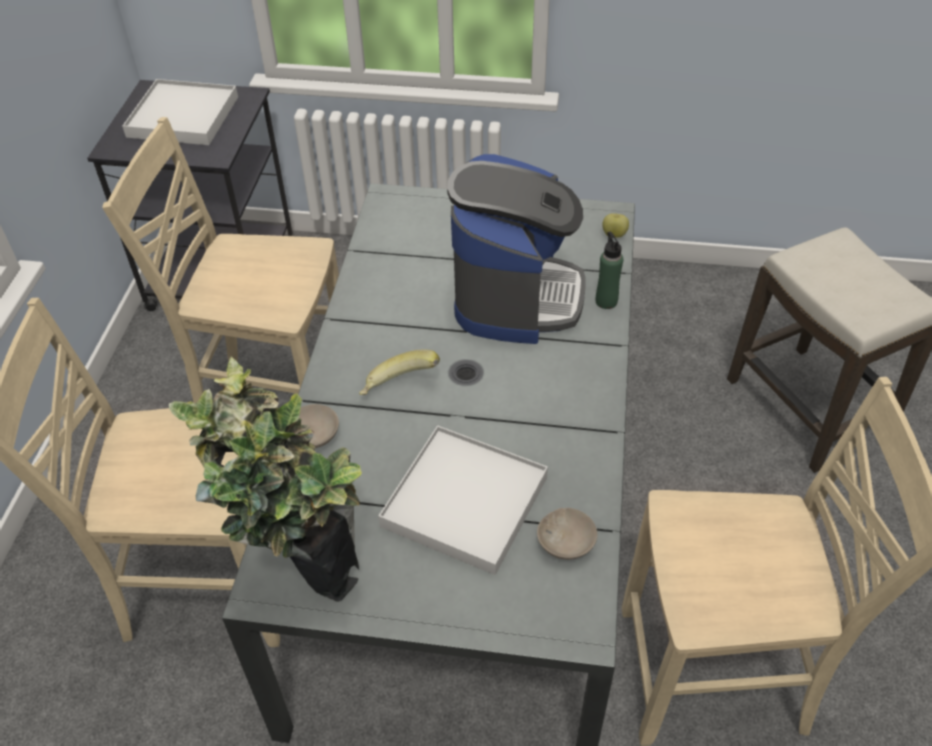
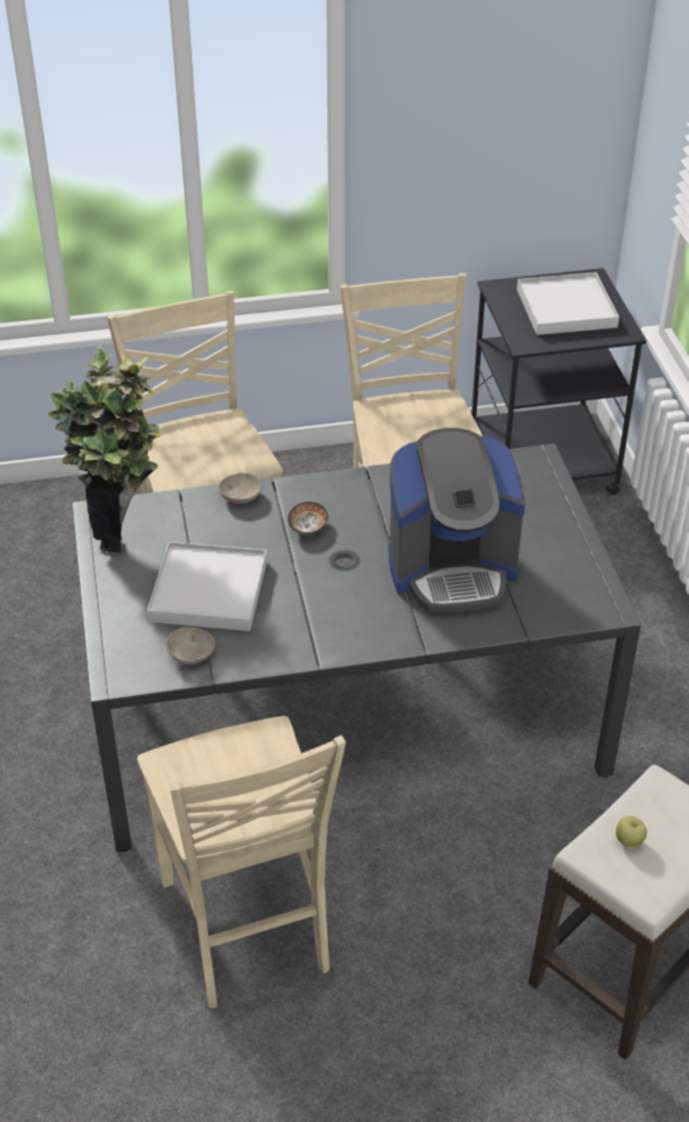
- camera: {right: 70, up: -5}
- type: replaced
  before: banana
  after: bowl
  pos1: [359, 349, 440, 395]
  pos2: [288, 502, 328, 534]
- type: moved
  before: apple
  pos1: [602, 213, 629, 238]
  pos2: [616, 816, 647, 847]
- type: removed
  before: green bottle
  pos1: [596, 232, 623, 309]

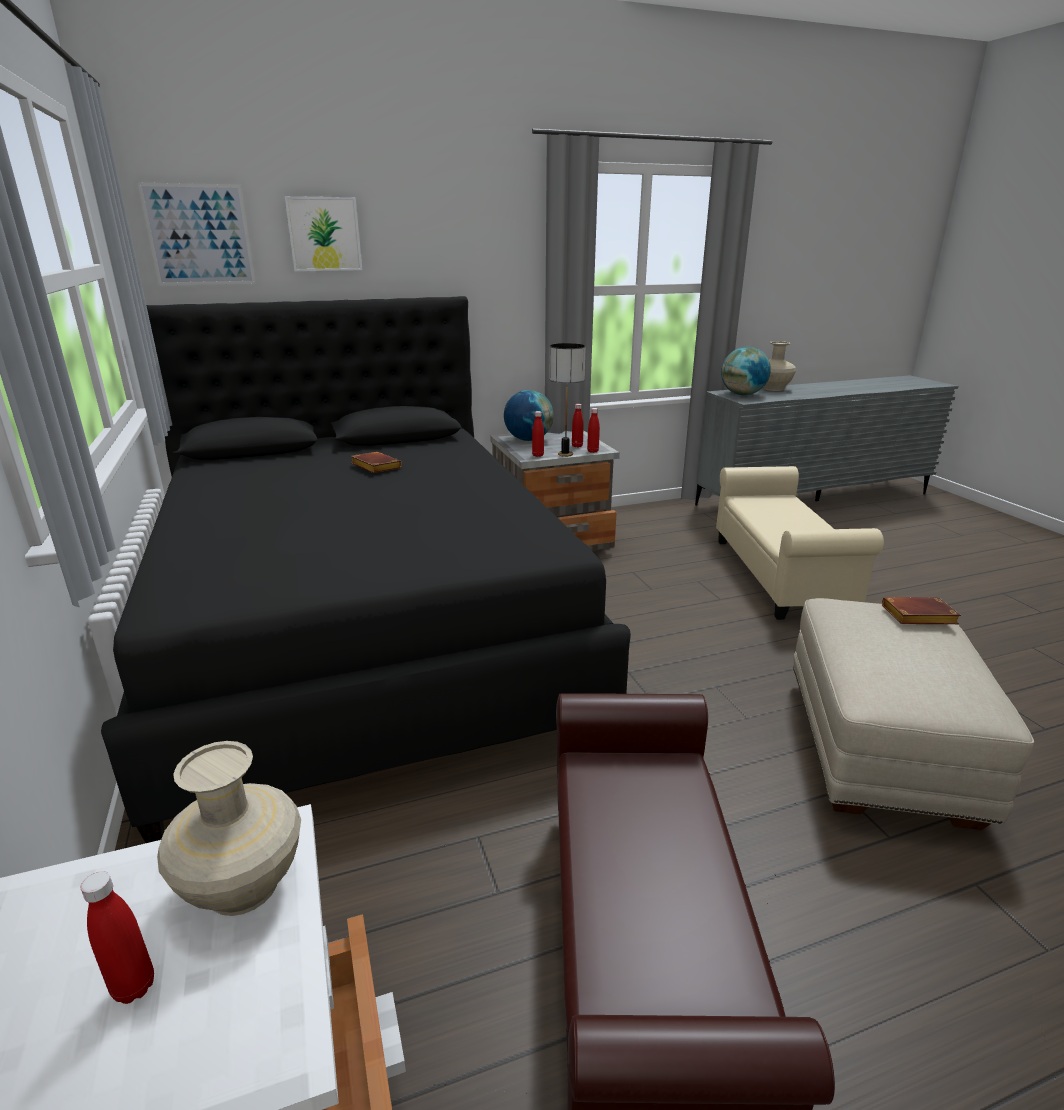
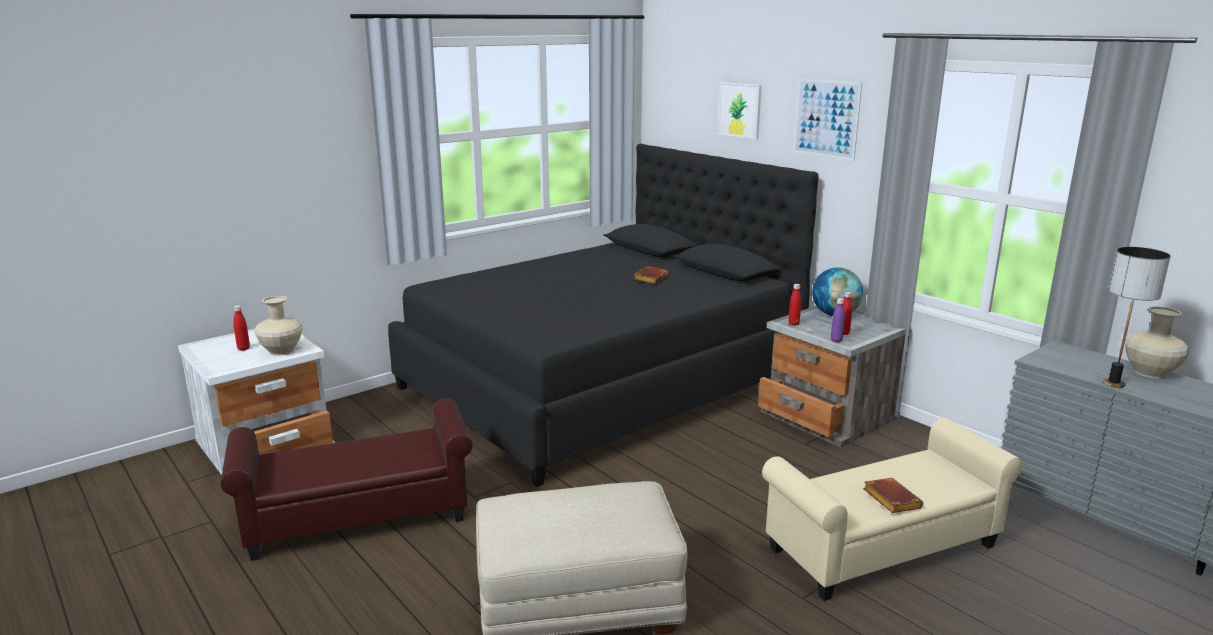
- camera: {right: 70, up: -5}
- type: moved
  before: picture
  pos1: [138, 183, 256, 286]
  pos2: [794, 79, 862, 161]
- type: recoloured
  before: red bottle
  after: purple bottle
  pos1: [587, 408, 600, 453]
  pos2: [831, 298, 845, 342]
- type: moved
  before: brown book
  pos1: [882, 597, 961, 624]
  pos2: [863, 478, 923, 513]
- type: moved
  before: table lamp
  pos1: [549, 343, 586, 457]
  pos2: [1103, 247, 1171, 388]
- type: removed
  before: globe
  pos1: [721, 347, 771, 395]

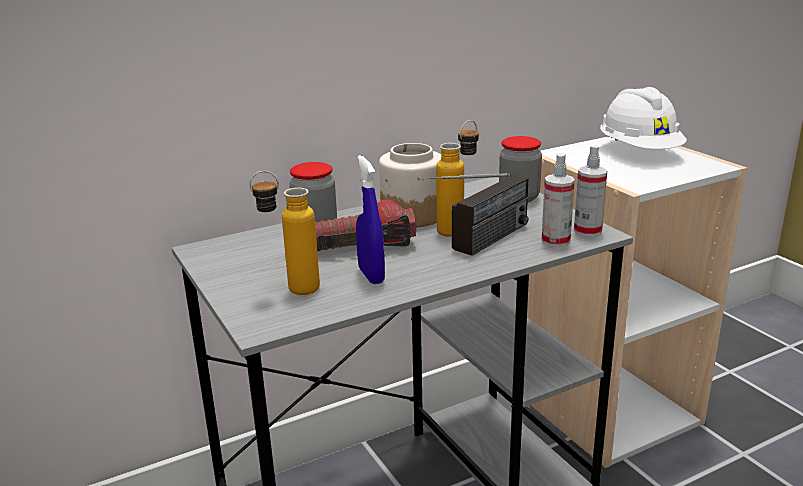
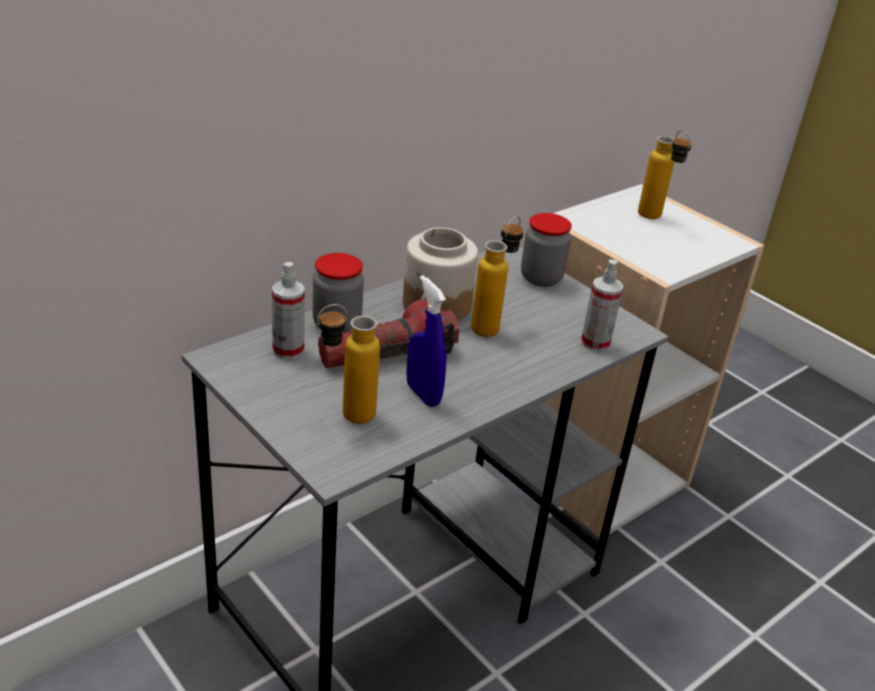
- camera: {right: -15, up: 10}
- type: moved
  before: spray bottle
  pos1: [574, 145, 607, 237]
  pos2: [272, 262, 305, 359]
- type: replaced
  before: white hard hat
  after: bottle
  pos1: [600, 87, 687, 149]
  pos2: [638, 130, 692, 219]
- type: removed
  before: radio
  pos1: [417, 173, 529, 256]

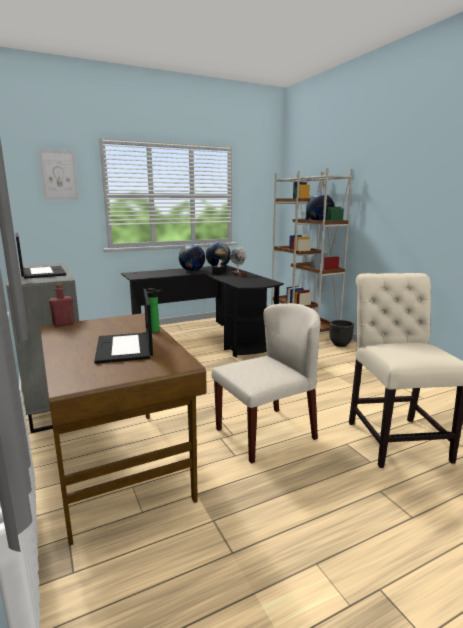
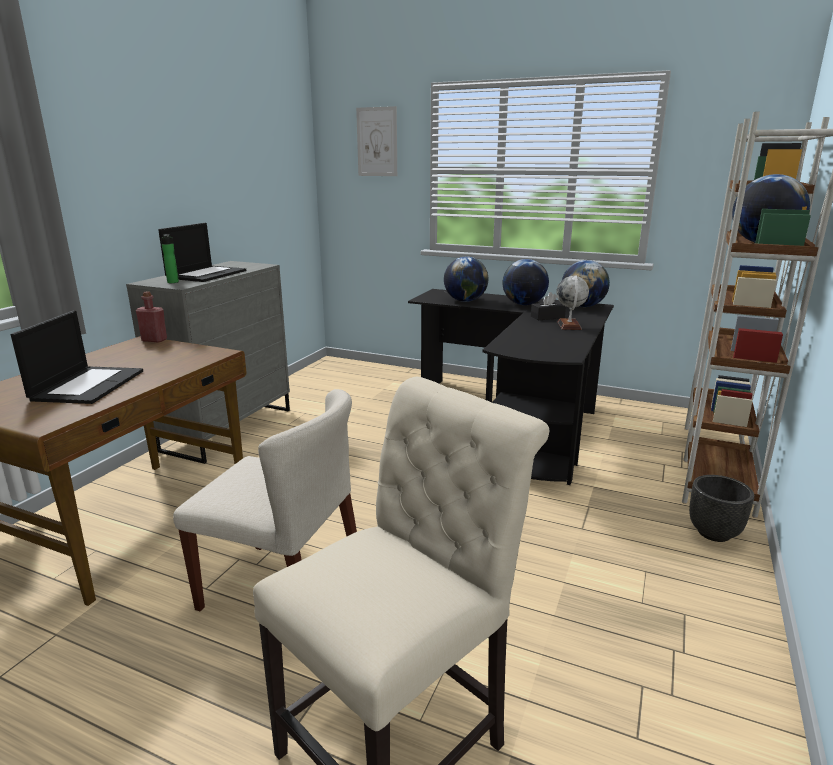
- camera: {right: 50, up: 5}
- type: turned
  before: laptop
  pos1: [94, 289, 153, 364]
  pos2: [11, 310, 143, 404]
  turn: 150
- type: moved
  before: bottle
  pos1: [147, 288, 162, 332]
  pos2: [161, 234, 179, 283]
- type: added
  after: globe
  pos2: [444, 257, 488, 302]

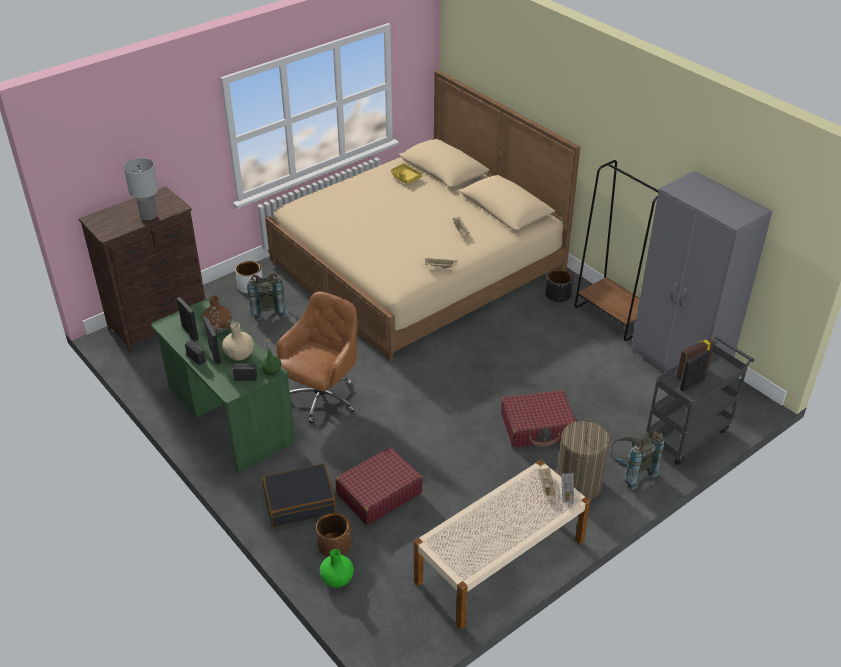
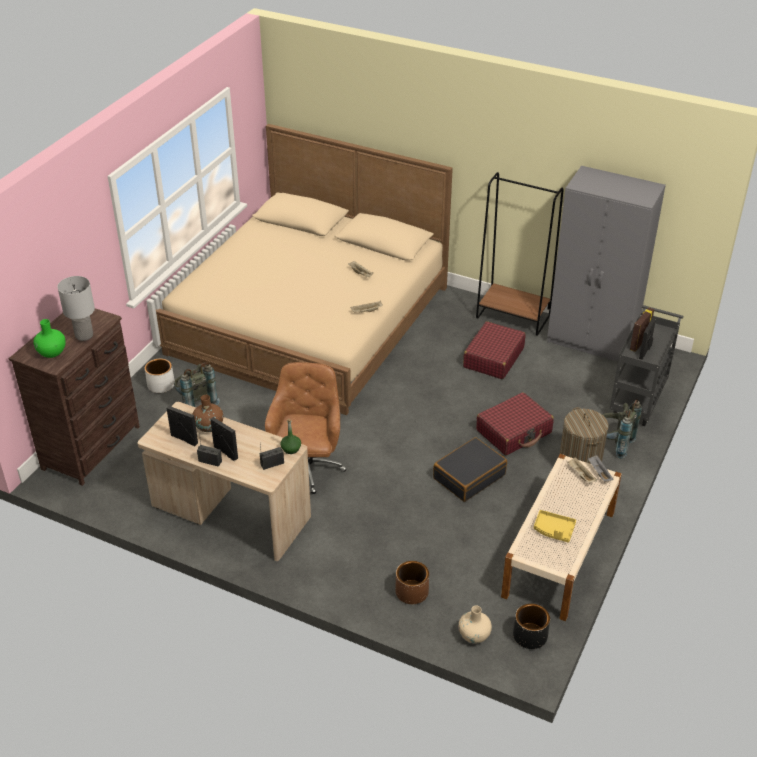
- camera: {right: -25, up: 0}
- type: moved
  before: green vase
  pos1: [320, 549, 354, 588]
  pos2: [33, 319, 66, 358]
- type: recoloured
  before: green desk
  after: beige desk
  pos1: [151, 298, 295, 473]
  pos2: [138, 402, 311, 561]
- type: moved
  before: black suitcase
  pos1: [262, 464, 336, 527]
  pos2: [433, 437, 507, 502]
- type: moved
  before: beige vase
  pos1: [222, 323, 254, 361]
  pos2: [458, 605, 492, 644]
- type: moved
  before: red suitcase
  pos1: [336, 447, 423, 525]
  pos2: [463, 321, 526, 379]
- type: moved
  before: black planter
  pos1: [545, 269, 573, 302]
  pos2: [513, 603, 550, 649]
- type: moved
  before: yellow tray
  pos1: [391, 163, 422, 184]
  pos2: [534, 510, 576, 542]

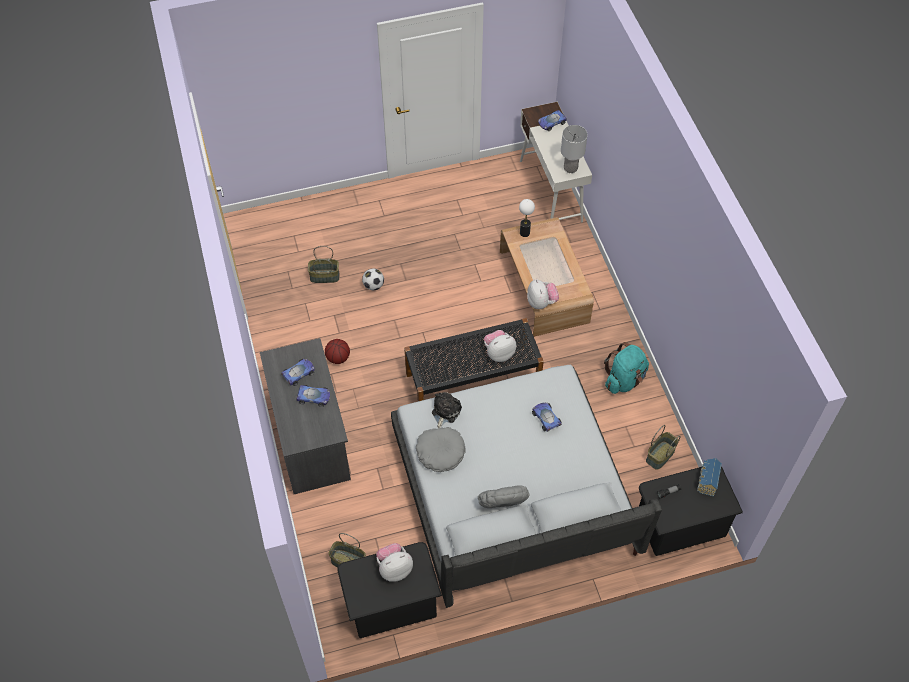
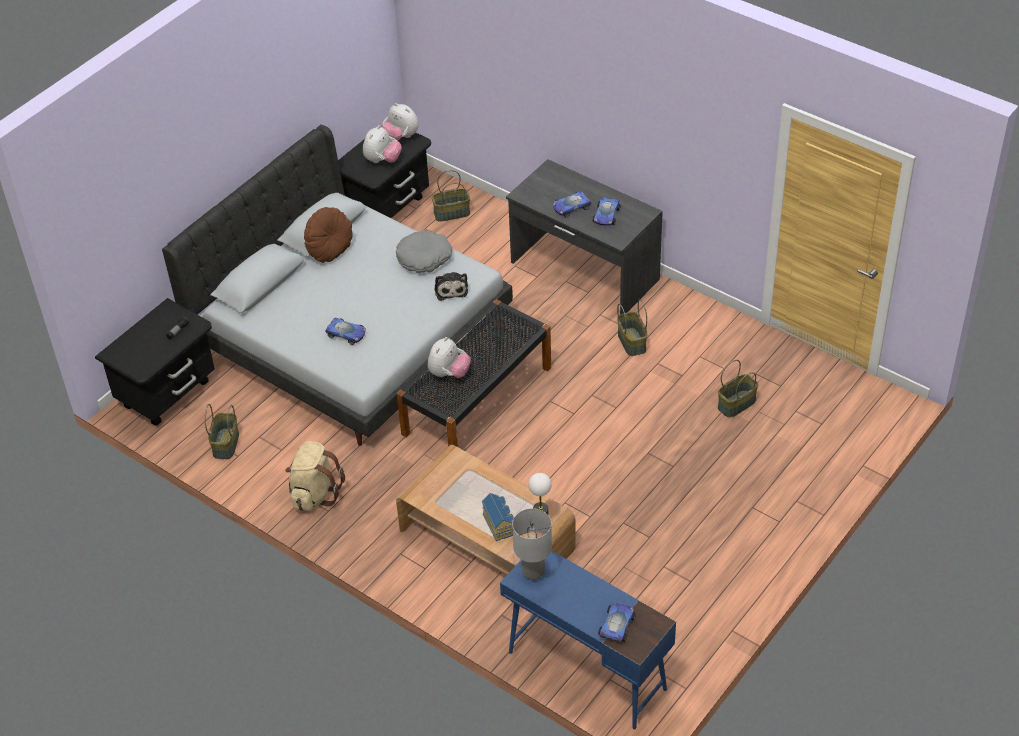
- camera: {right: 145, up: -10}
- type: recoloured
  before: turquoise backpack
  after: beige backpack
  pos1: [604, 342, 649, 394]
  pos2: [285, 441, 345, 511]
- type: recoloured
  before: grey pillow
  after: brown pillow
  pos1: [478, 485, 530, 508]
  pos2: [304, 207, 352, 263]
- type: moved
  before: plush toy
  pos1: [527, 279, 559, 309]
  pos2: [381, 103, 419, 141]
- type: moved
  before: toy house
  pos1: [697, 458, 722, 497]
  pos2: [482, 493, 514, 541]
- type: recoloured
  before: white desk
  after: blue desk
  pos1: [520, 102, 592, 222]
  pos2: [500, 550, 676, 729]
- type: replaced
  before: basketball
  after: basket
  pos1: [325, 339, 350, 364]
  pos2: [617, 299, 647, 356]
- type: removed
  before: football
  pos1: [362, 268, 384, 291]

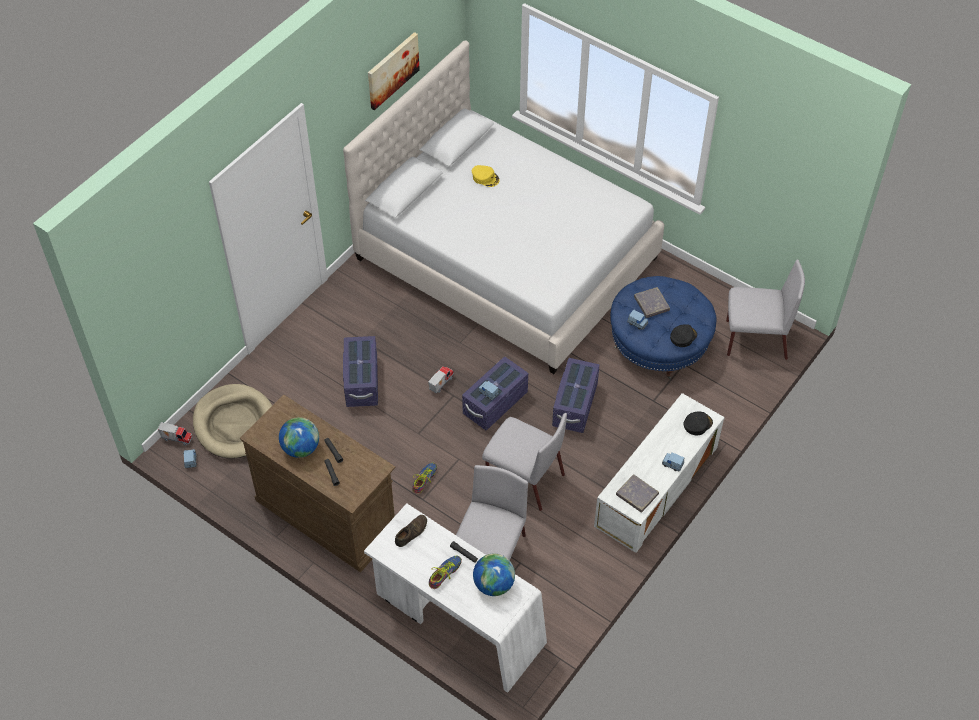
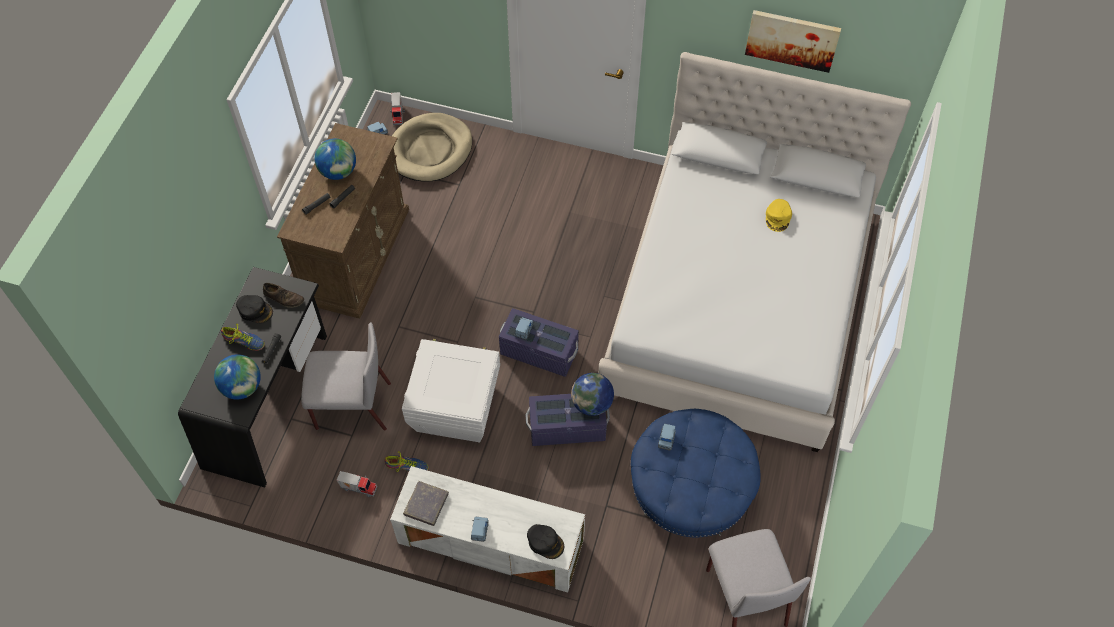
- camera: {right: 70, up: 5}
- type: recoloured
  before: white desk
  after: black desk
  pos1: [364, 503, 547, 693]
  pos2: [178, 267, 327, 488]
- type: moved
  before: black cap
  pos1: [670, 324, 697, 347]
  pos2: [236, 295, 273, 323]
- type: moved
  before: toy truck
  pos1: [428, 366, 454, 394]
  pos2: [337, 471, 377, 497]
- type: moved
  before: shoe
  pos1: [412, 463, 437, 494]
  pos2: [385, 451, 429, 472]
- type: replaced
  before: grey chair
  after: white storage box
  pos1: [482, 413, 567, 511]
  pos2: [402, 339, 500, 442]
- type: added
  after: globe
  pos2: [571, 373, 614, 416]
- type: removed
  before: purple storage box
  pos1: [343, 336, 378, 407]
- type: removed
  before: grey book
  pos1: [634, 287, 670, 318]

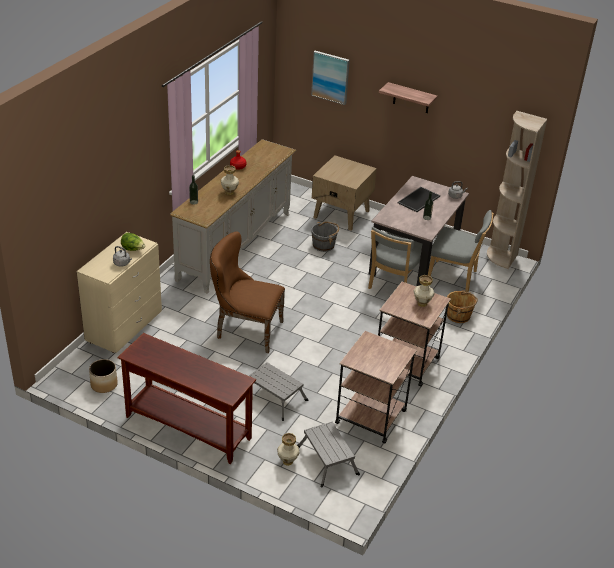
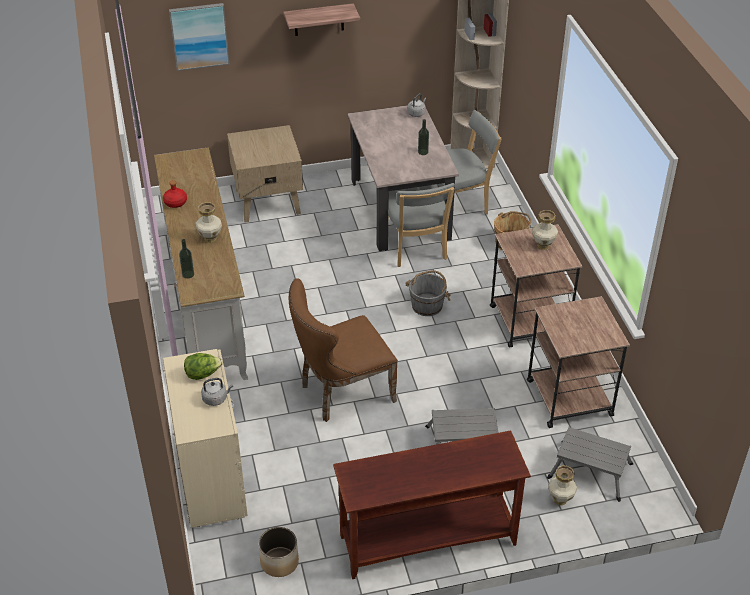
- camera: {right: -40, up: 5}
- type: moved
  before: grey bucket
  pos1: [311, 222, 339, 252]
  pos2: [405, 270, 451, 316]
- type: removed
  before: tray
  pos1: [398, 187, 440, 212]

